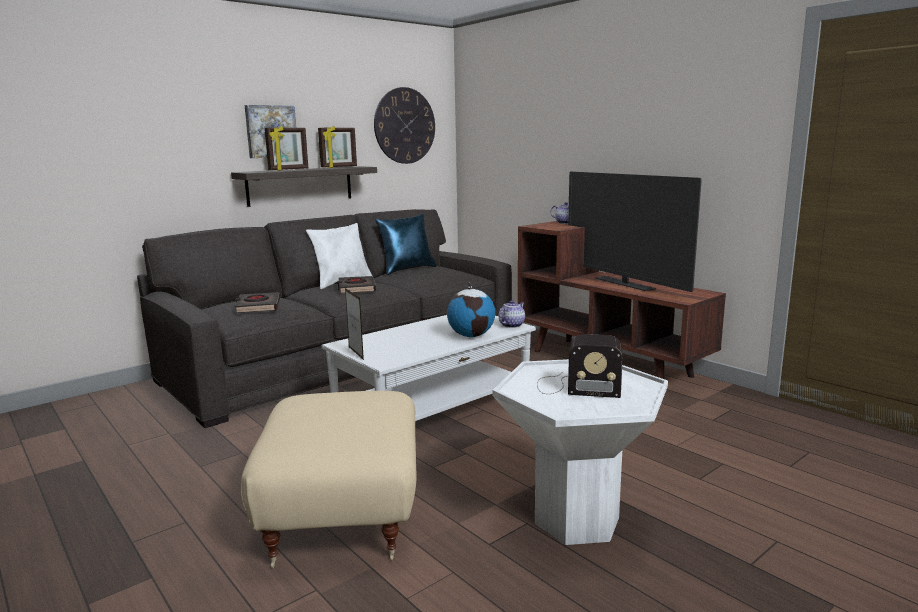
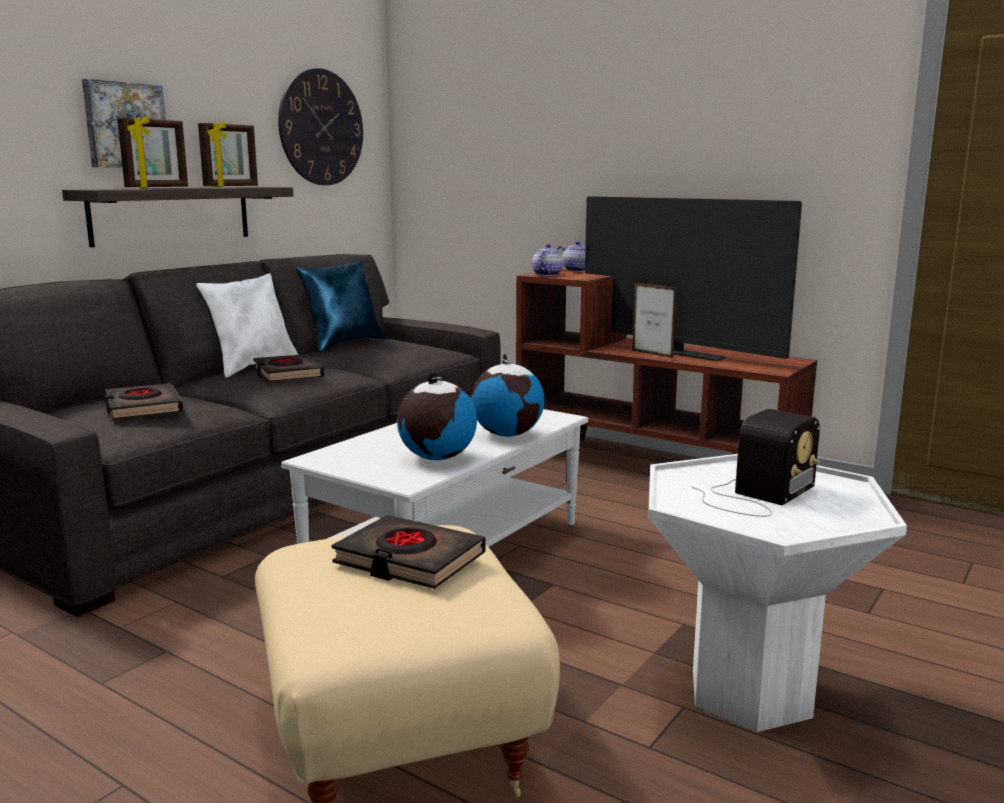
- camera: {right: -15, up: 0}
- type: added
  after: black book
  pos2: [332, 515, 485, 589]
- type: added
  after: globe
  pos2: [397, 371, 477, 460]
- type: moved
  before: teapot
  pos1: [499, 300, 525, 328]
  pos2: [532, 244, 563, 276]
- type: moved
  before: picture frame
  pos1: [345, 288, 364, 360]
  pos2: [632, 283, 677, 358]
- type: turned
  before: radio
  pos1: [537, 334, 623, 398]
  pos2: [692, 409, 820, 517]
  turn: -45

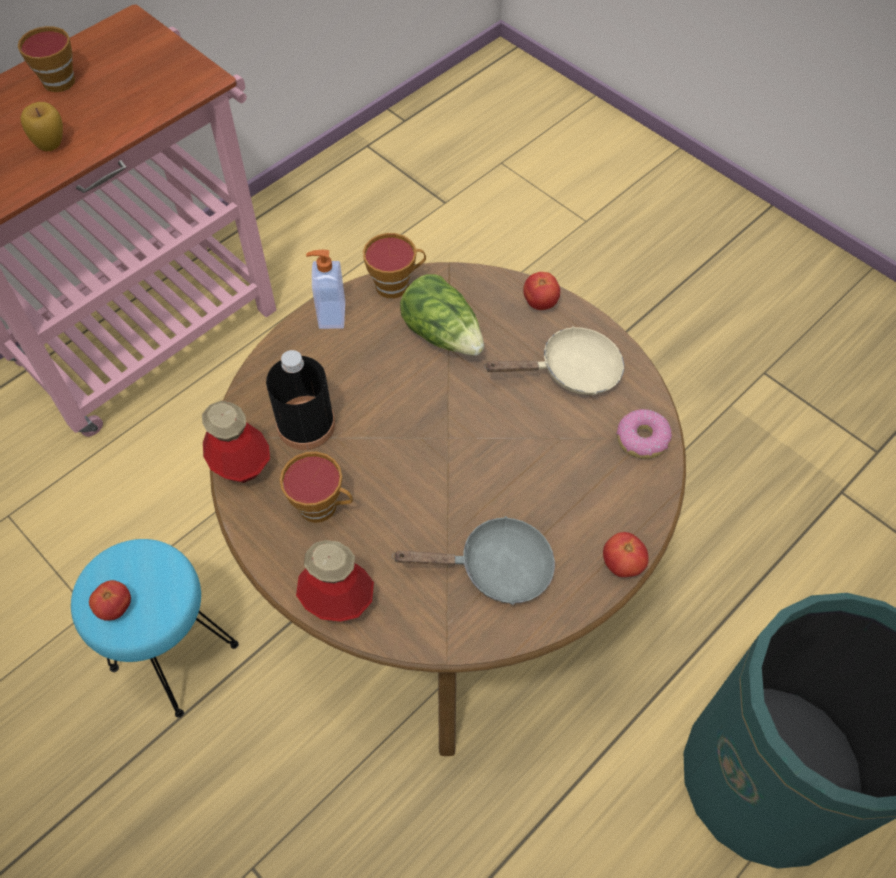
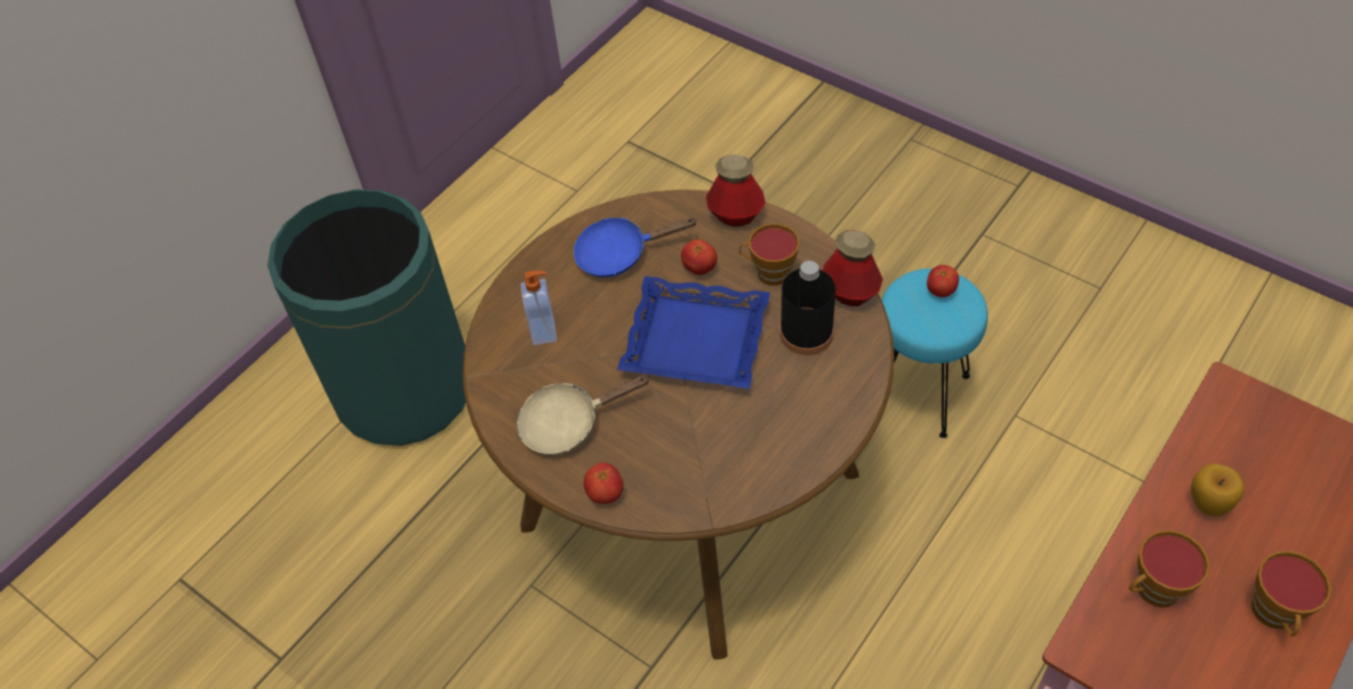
- camera: {right: 175, up: -5}
- type: moved
  before: soap dispenser
  pos1: [306, 250, 345, 329]
  pos2: [521, 270, 557, 345]
- type: recoloured
  before: grey frying pan
  after: blue frying pan
  pos1: [392, 516, 555, 605]
  pos2: [573, 217, 698, 277]
- type: added
  after: blue tray
  pos2: [617, 276, 770, 389]
- type: moved
  before: tomato
  pos1: [603, 532, 649, 577]
  pos2: [681, 239, 717, 275]
- type: moved
  before: cup
  pos1: [363, 233, 426, 299]
  pos2: [1129, 530, 1210, 608]
- type: removed
  before: lettuce
  pos1: [400, 274, 484, 356]
- type: removed
  before: donut
  pos1: [616, 409, 672, 459]

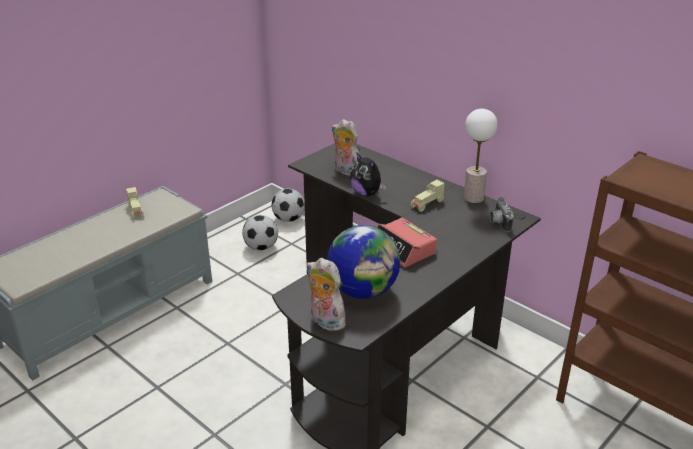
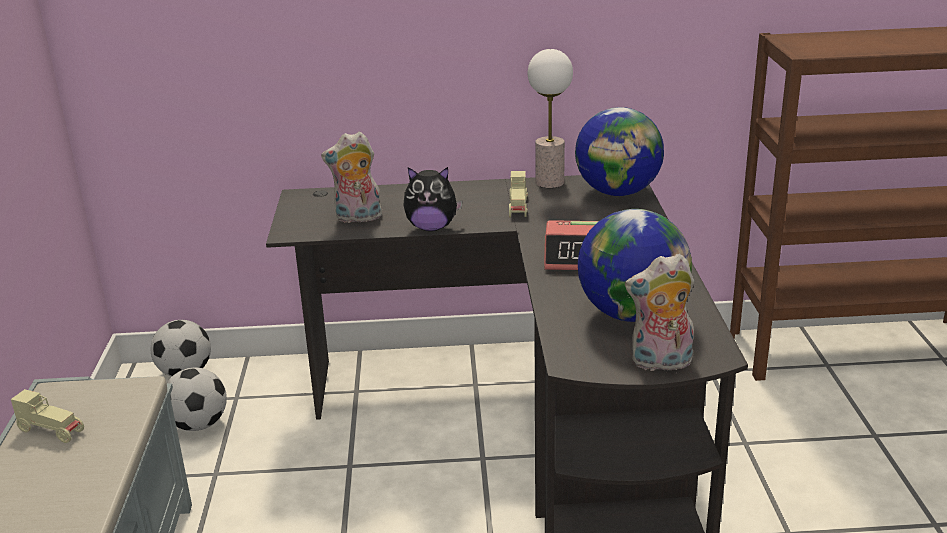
- camera: {right: -45, up: -5}
- type: replaced
  before: photo camera
  after: globe
  pos1: [490, 197, 514, 232]
  pos2: [575, 107, 664, 196]

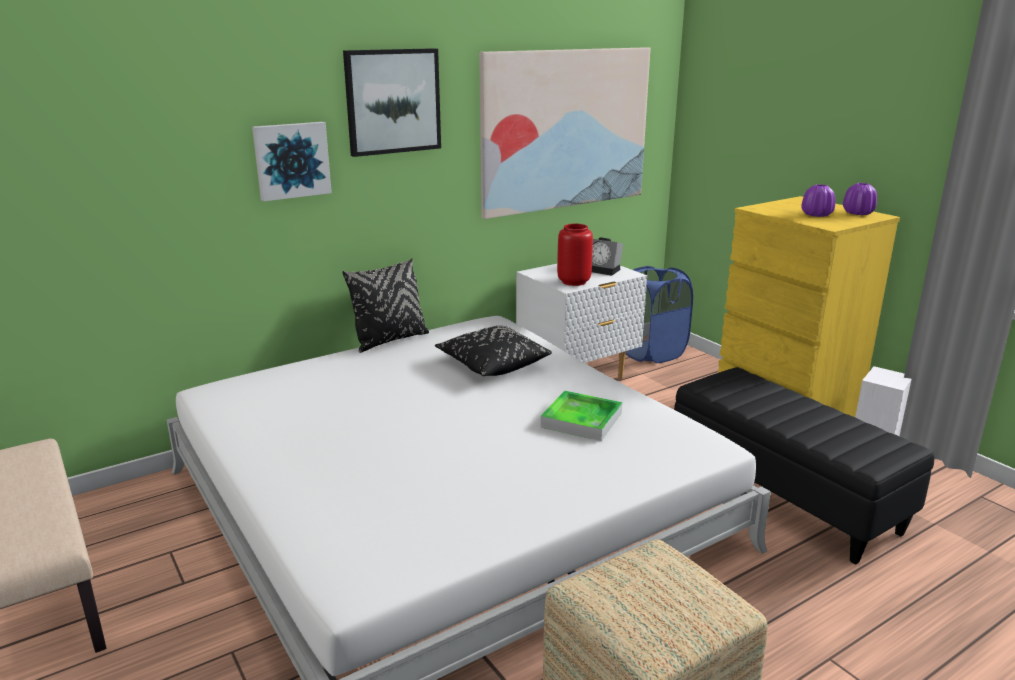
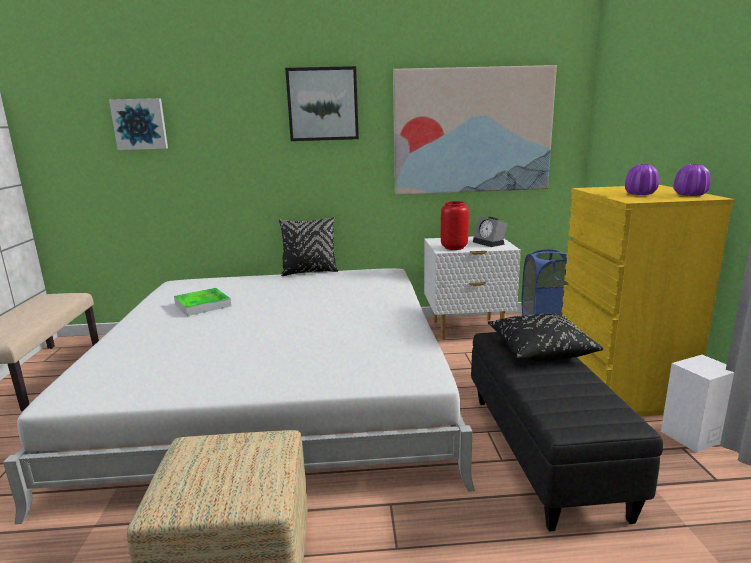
- camera: {right: 30, up: -5}
- type: moved
  before: picture
  pos1: [252, 122, 332, 201]
  pos2: [109, 98, 168, 150]
- type: moved
  before: tray
  pos1: [540, 390, 623, 441]
  pos2: [174, 288, 231, 316]
- type: moved
  before: black pillow
  pos1: [435, 326, 552, 376]
  pos2: [488, 313, 603, 361]

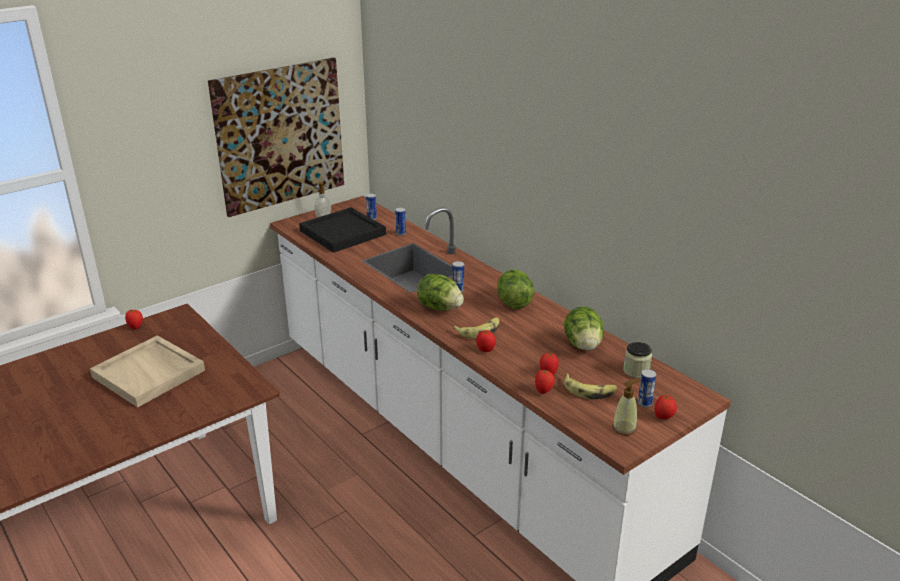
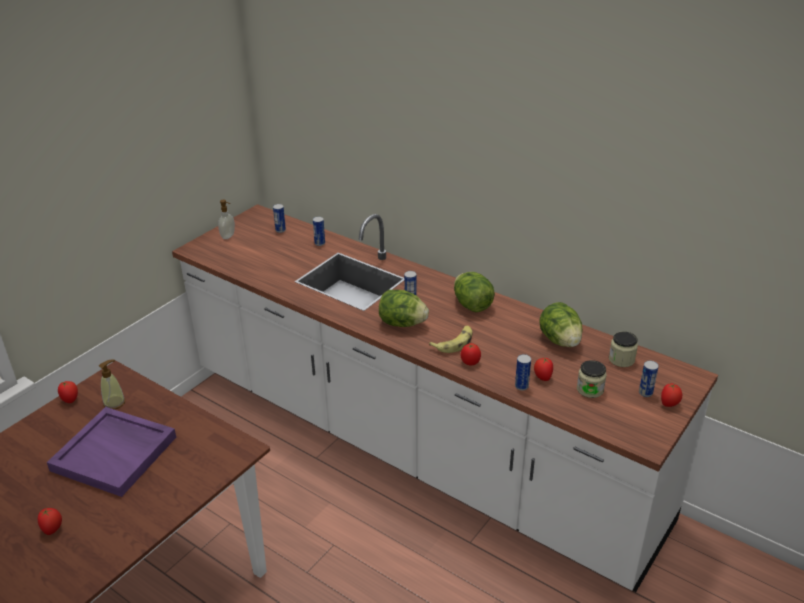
- camera: {right: -15, up: 5}
- type: moved
  before: tomato
  pos1: [535, 370, 555, 394]
  pos2: [38, 507, 62, 535]
- type: recoloured
  before: beige tray
  after: purple tray
  pos1: [90, 335, 205, 407]
  pos2: [47, 407, 176, 497]
- type: moved
  before: soap dispenser
  pos1: [612, 379, 640, 435]
  pos2: [99, 359, 125, 409]
- type: added
  after: can
  pos2: [515, 354, 531, 391]
- type: replaced
  before: banana
  after: jar
  pos1: [564, 373, 617, 400]
  pos2: [577, 360, 607, 398]
- type: removed
  before: picture
  pos1: [208, 57, 344, 217]
- type: removed
  before: black tray
  pos1: [299, 207, 386, 253]

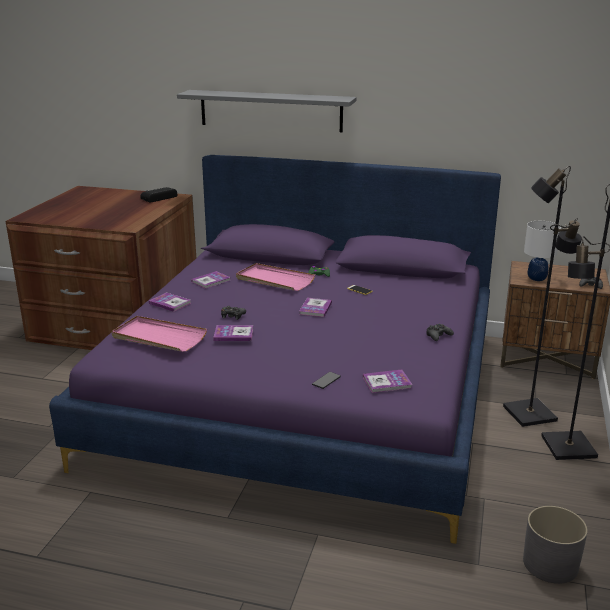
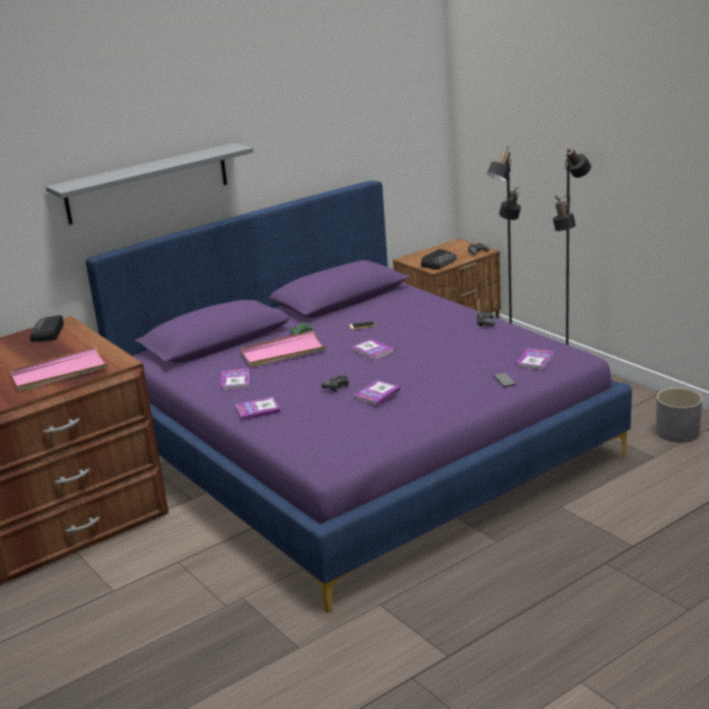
- camera: {right: -50, up: 0}
- type: moved
  before: pink tray
  pos1: [111, 316, 207, 352]
  pos2: [10, 347, 108, 392]
- type: replaced
  before: white table lamp
  after: radio
  pos1: [524, 221, 561, 281]
  pos2: [421, 249, 457, 269]

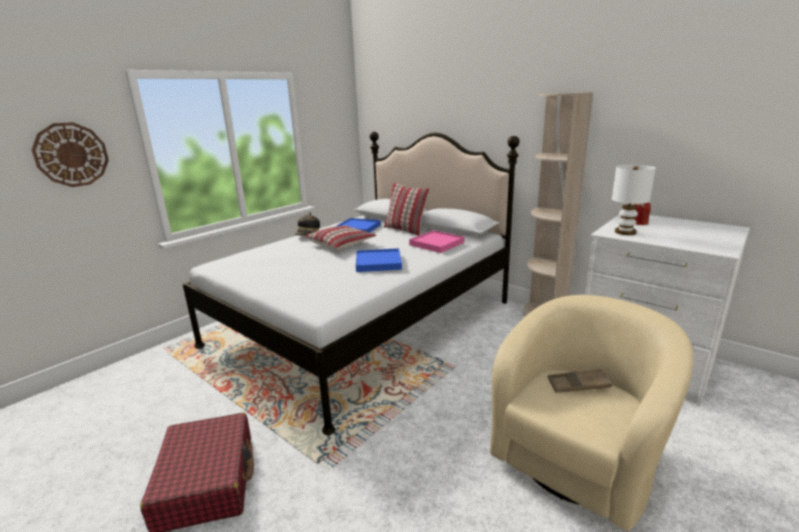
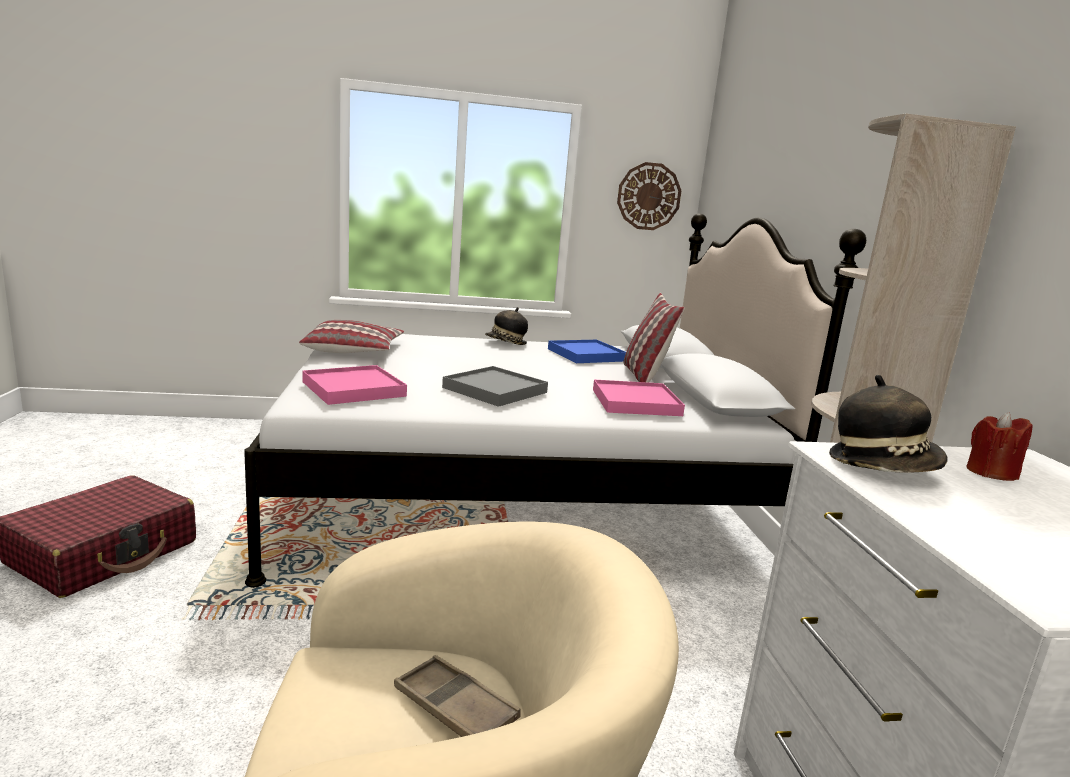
- camera: {right: 40, up: -5}
- type: moved
  before: pillow
  pos1: [305, 225, 376, 250]
  pos2: [299, 320, 404, 353]
- type: added
  after: pink tray
  pos2: [302, 365, 407, 405]
- type: recoloured
  before: blue tray
  after: grey tray
  pos1: [356, 248, 402, 272]
  pos2: [442, 366, 548, 407]
- type: moved
  before: wall clock
  pos1: [32, 122, 109, 187]
  pos2: [617, 162, 682, 230]
- type: replaced
  before: white table lamp
  after: hat
  pos1: [612, 165, 656, 235]
  pos2: [829, 375, 948, 473]

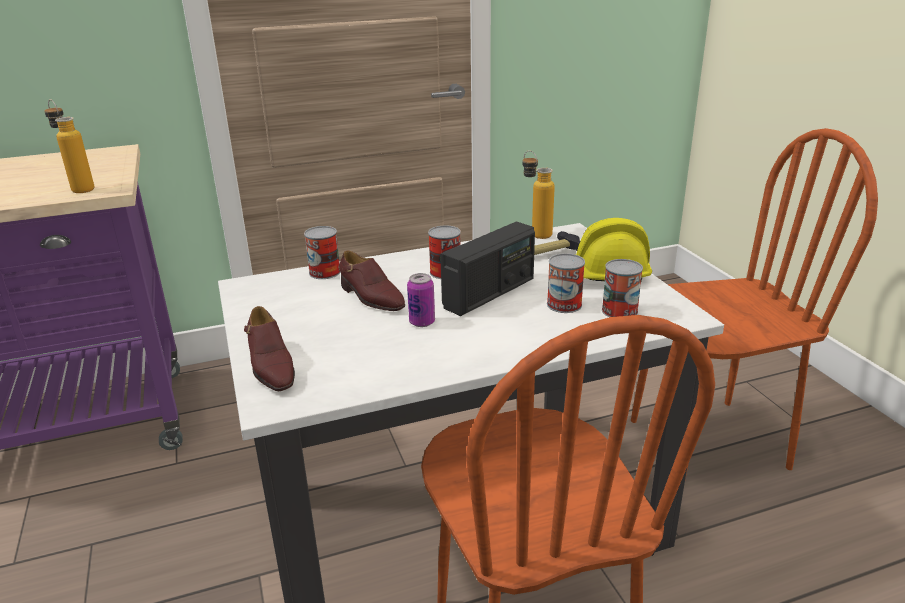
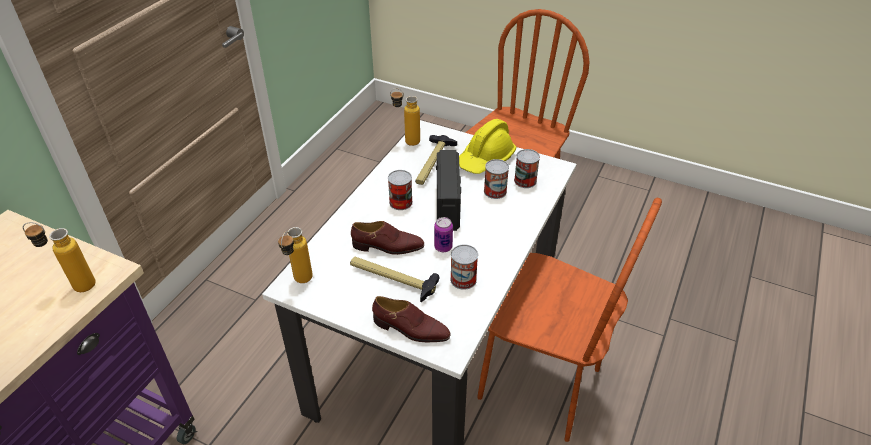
- camera: {right: -45, up: 15}
- type: added
  after: bottle
  pos2: [278, 227, 313, 283]
- type: added
  after: hammer
  pos2: [350, 256, 440, 302]
- type: moved
  before: can
  pos1: [304, 226, 341, 279]
  pos2: [450, 244, 478, 290]

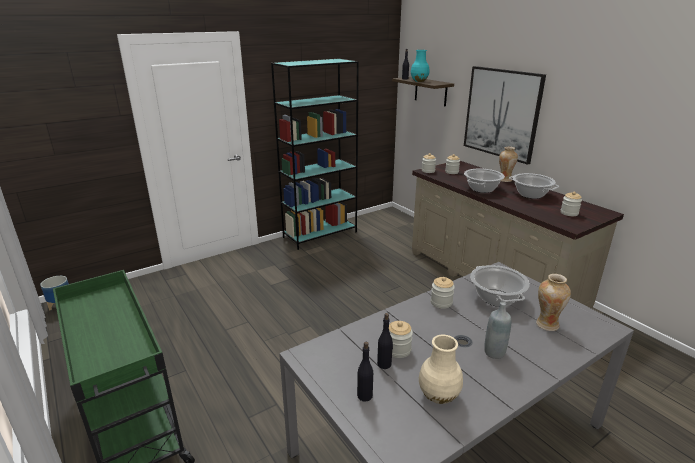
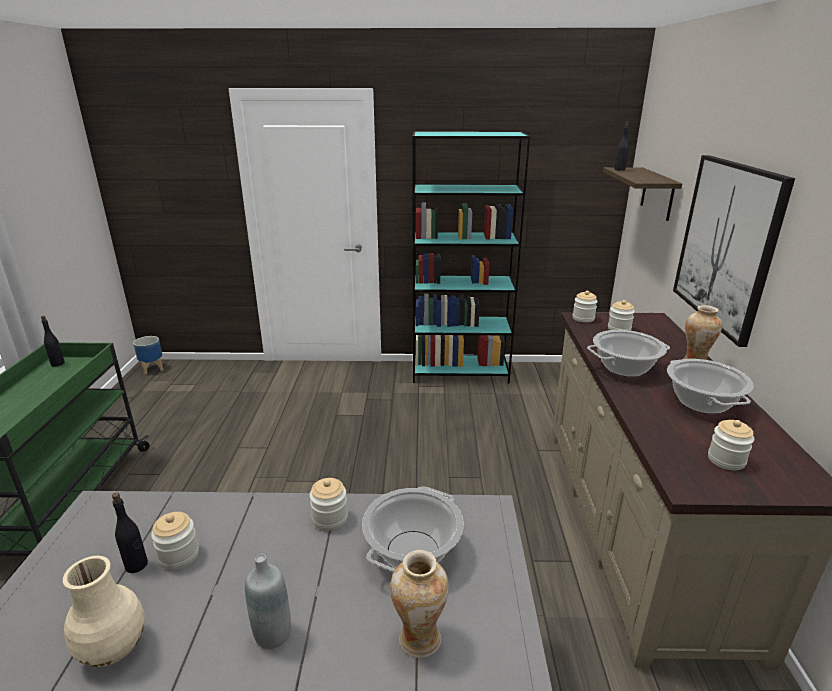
- camera: {right: 35, up: 0}
- type: moved
  before: black bottle
  pos1: [357, 342, 373, 402]
  pos2: [41, 316, 65, 367]
- type: removed
  before: turquoise vase
  pos1: [411, 50, 429, 82]

